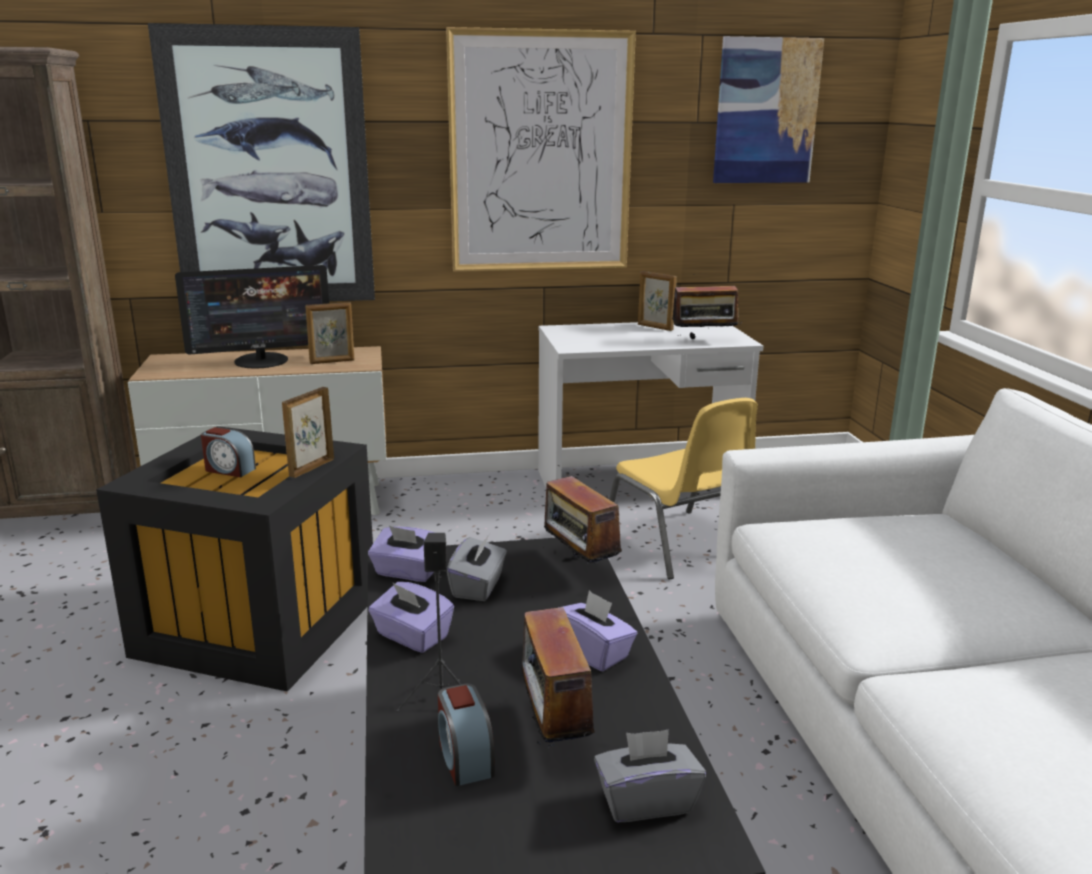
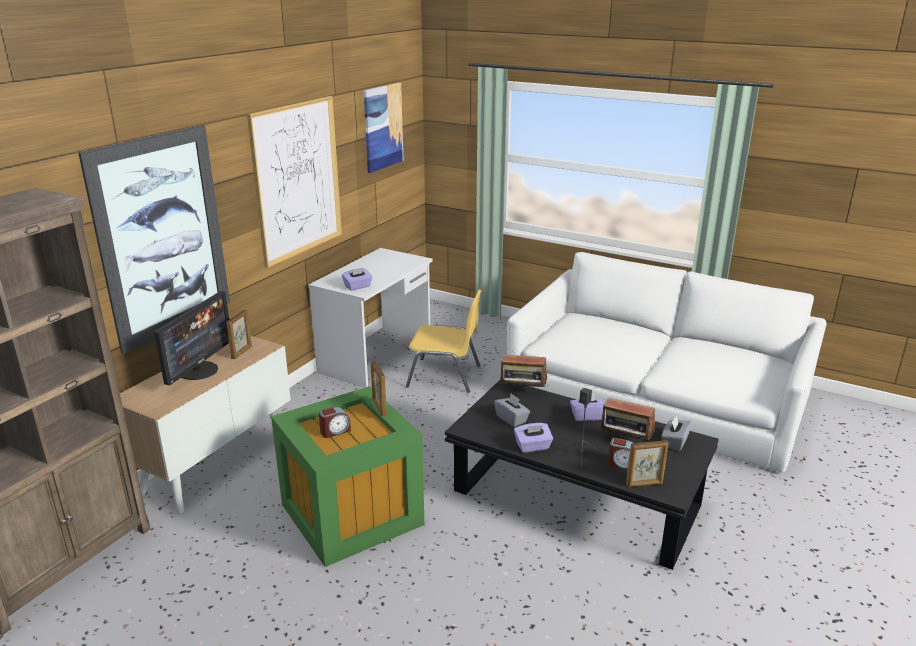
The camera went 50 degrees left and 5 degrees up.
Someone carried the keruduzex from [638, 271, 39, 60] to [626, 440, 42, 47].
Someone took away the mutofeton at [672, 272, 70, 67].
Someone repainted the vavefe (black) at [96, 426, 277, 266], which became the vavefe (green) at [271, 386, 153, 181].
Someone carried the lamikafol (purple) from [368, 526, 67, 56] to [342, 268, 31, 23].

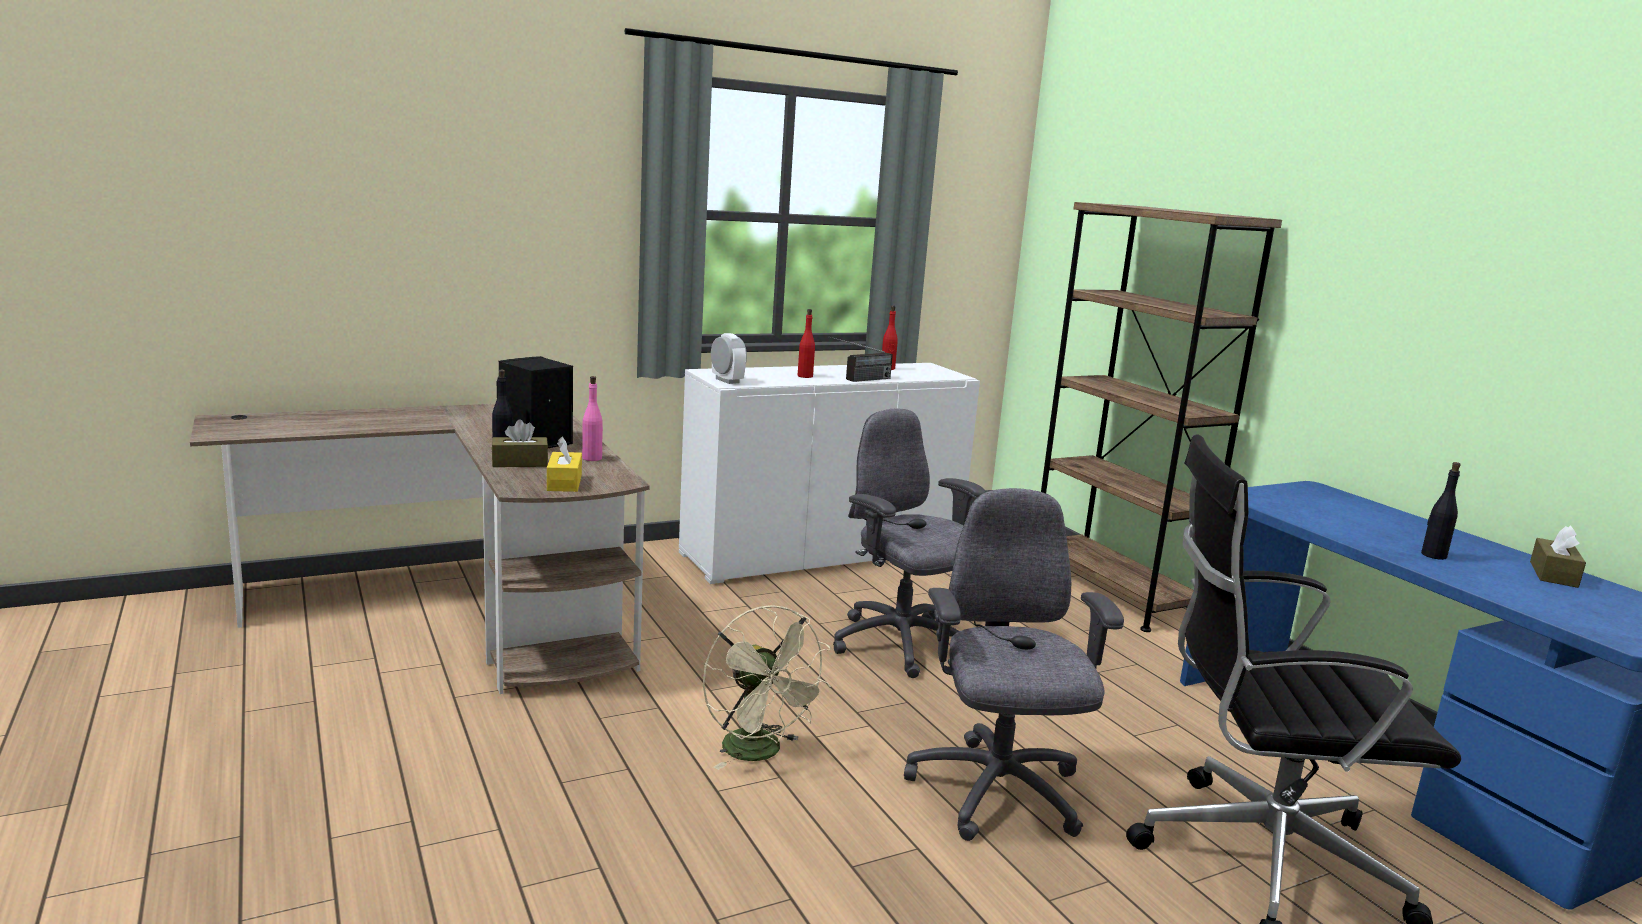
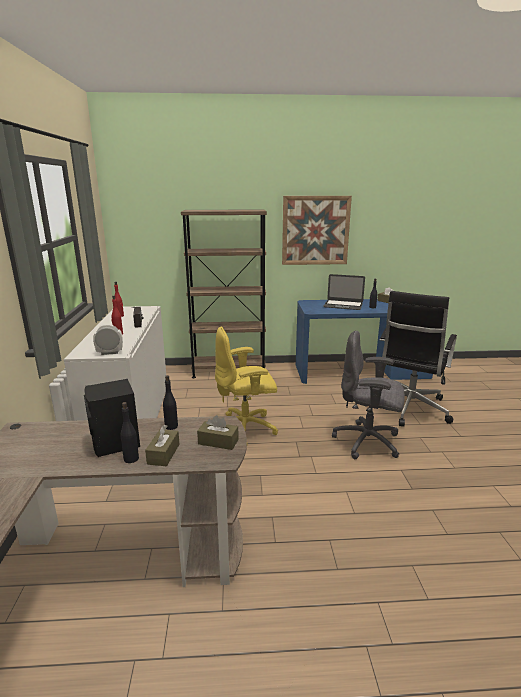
The camera went 65 degrees left and 5 degrees up.
Someone repainted the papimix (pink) at [582, 376, 21, 85], which became the papimix (black) at [163, 375, 15, 55].
Someone repainted the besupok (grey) at [833, 409, 153, 269], which became the besupok (yellow) at [215, 327, 63, 117].
Someone repainted the lamikafol (yellow) at [547, 437, 35, 55], which became the lamikafol (brown) at [197, 415, 42, 35].
Someone took away the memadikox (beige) at [703, 605, 128, 165].
Someone put up the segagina at [282, 196, 70, 69].
Someone put down the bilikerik at [323, 274, 42, 36].

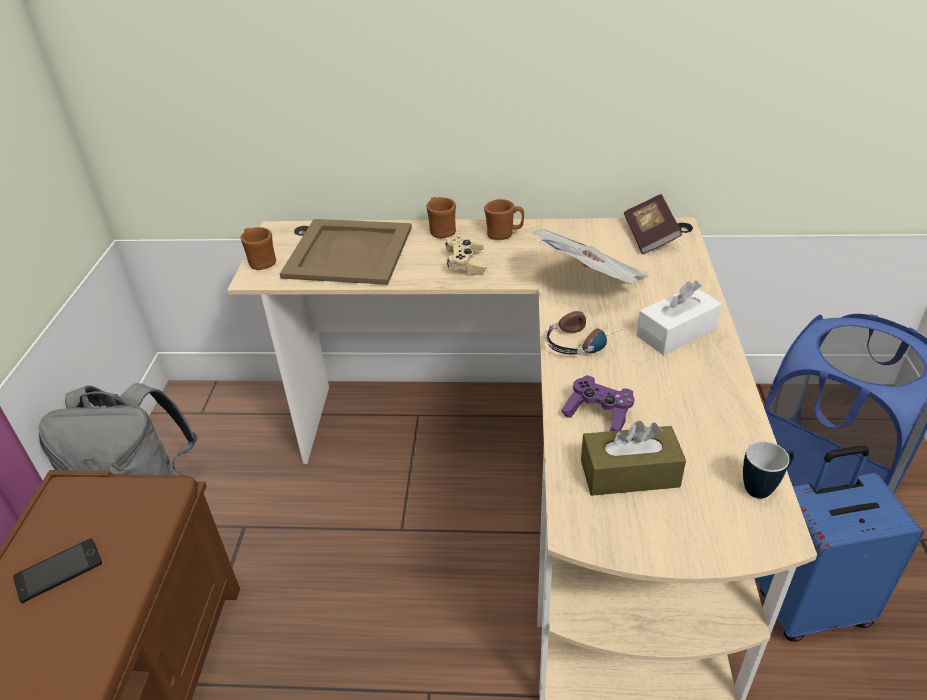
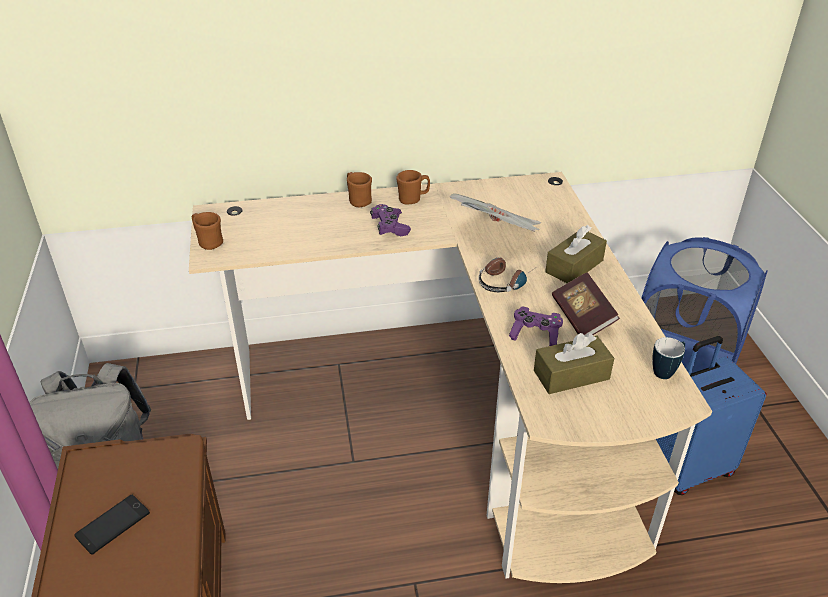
The camera went 15 degrees left and 0 degrees up.
Someone carried the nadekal from [624, 194, 58, 60] to [552, 272, 68, 65].
Someone took away the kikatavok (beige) at [280, 219, 132, 66].
Someone repainted the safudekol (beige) at [445, 236, 42, 39], which became the safudekol (purple) at [370, 204, 41, 32].
Someone repainted the lamikafol (white) at [637, 281, 85, 74], which became the lamikafol (brown) at [545, 225, 62, 58].

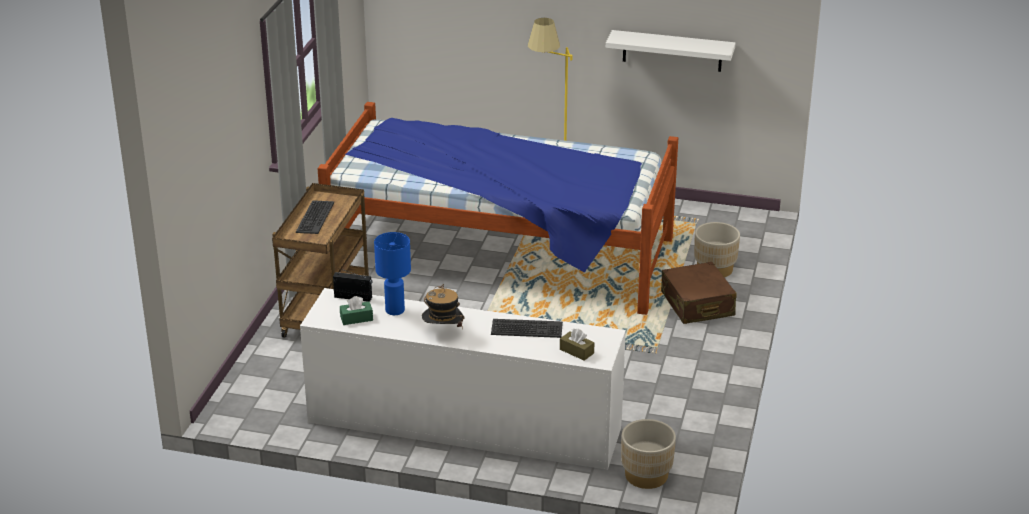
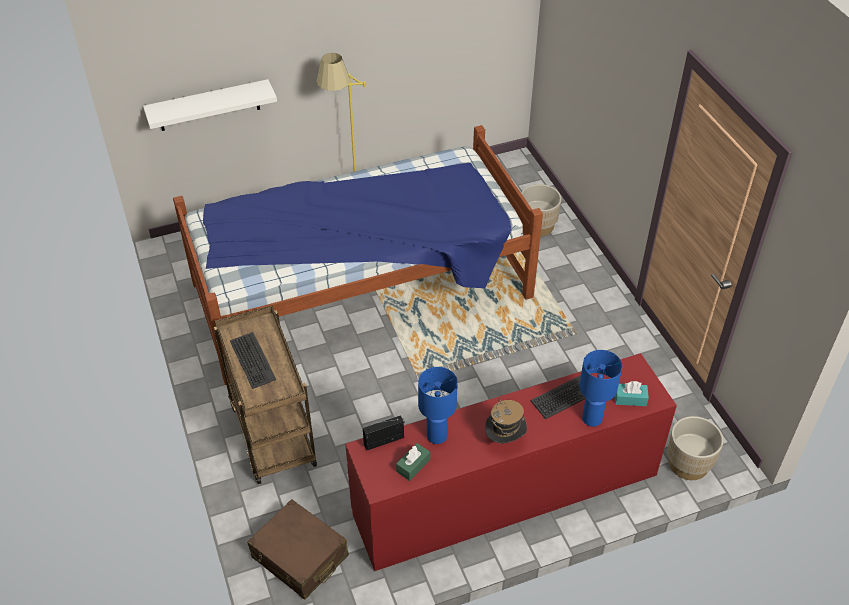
The camera went 35 degrees left and 15 degrees up.
Someone carried the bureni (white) from [606, 30, 129, 42] to [143, 79, 134, 52].
Someone carried the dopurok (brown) from [661, 262, 76, 62] to [247, 499, 102, 101].
Someone repainted the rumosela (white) at [300, 288, 326, 182], which became the rumosela (red) at [345, 353, 332, 218].
Someone repainted the lamikafol (brown) at [560, 328, 34, 33], which became the lamikafol (turquoise) at [615, 381, 34, 25].
Someone put down the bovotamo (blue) at [579, 350, 43, 77].

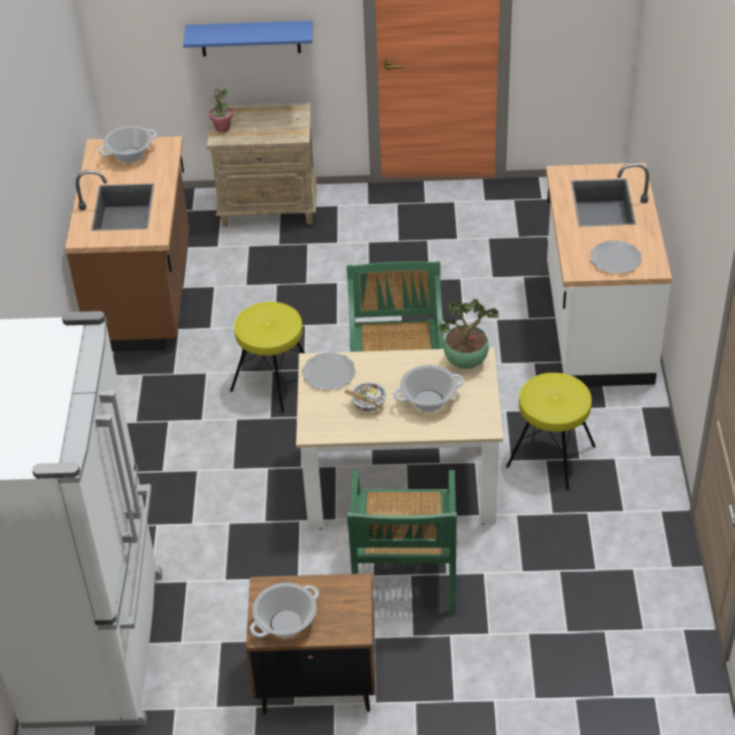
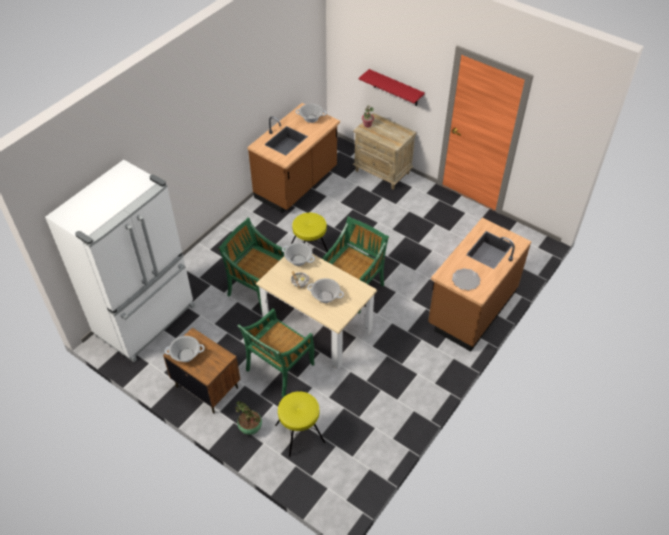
The camera went 35 degrees right and 5 degrees up.
Someone repainted the bureni (blue) at [183, 21, 130, 35], which became the bureni (red) at [359, 69, 66, 37].
Someone repainted the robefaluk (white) at [546, 163, 126, 224], which became the robefaluk (brown) at [428, 218, 104, 134].
Someone carried the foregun from [438, 299, 61, 70] to [235, 401, 27, 34].
Someone swapped the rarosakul at [302, 352, 54, 38] for the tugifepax at [282, 242, 33, 24].
Someone carried the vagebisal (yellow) from [506, 373, 90, 118] to [275, 391, 51, 66].
Someone put down the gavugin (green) at [218, 217, 67, 95].

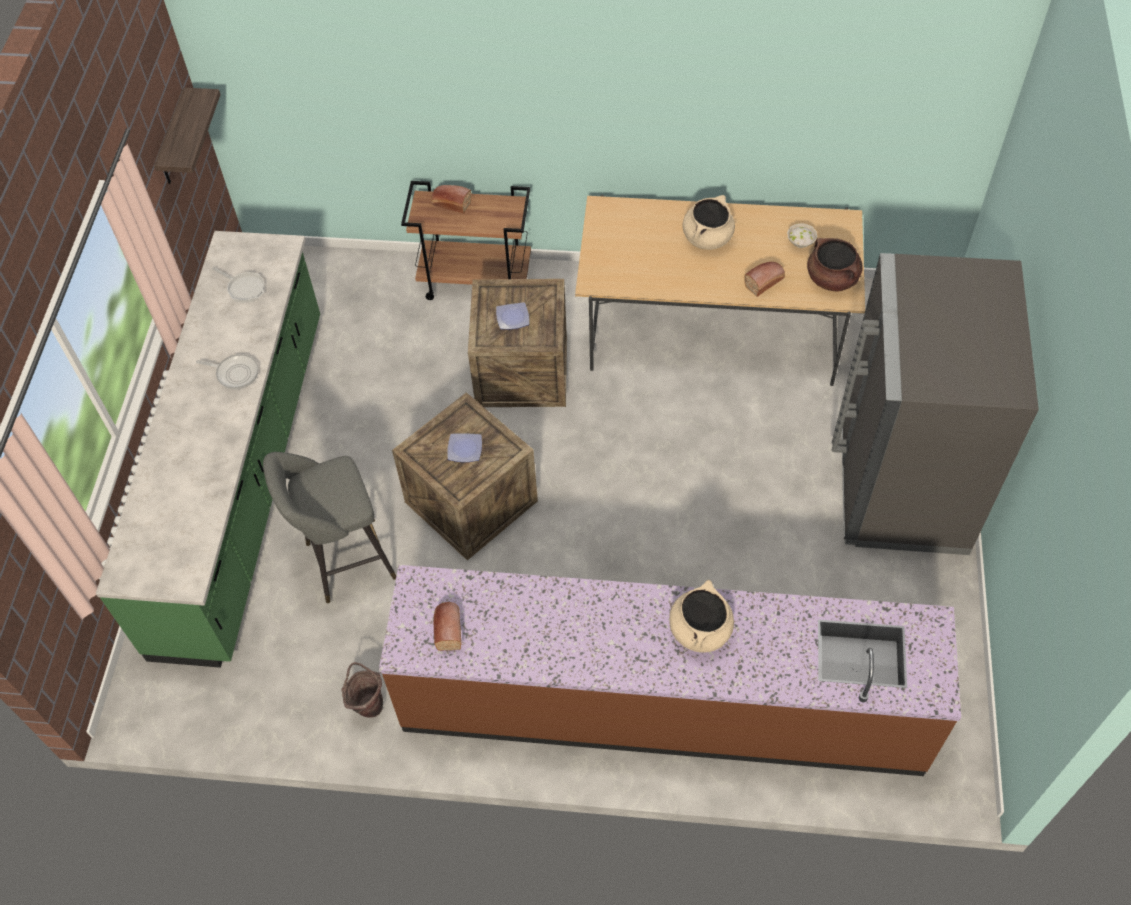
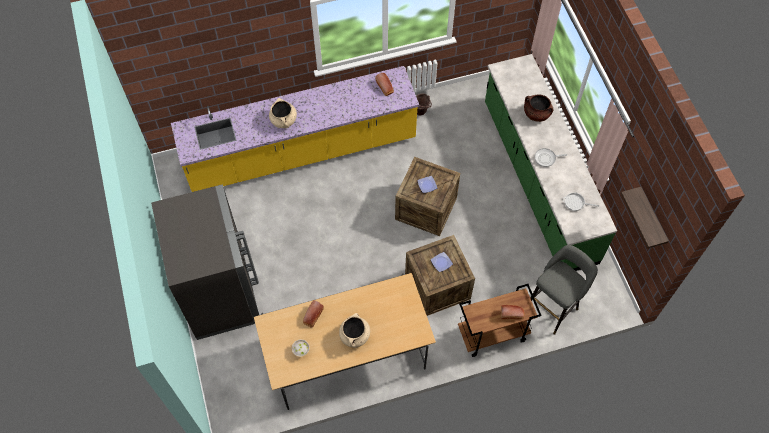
The camera went 155 degrees right and 5 degrees up.
Someone carried the tugifepax (brown) from [807, 238, 56, 54] to [524, 94, 29, 28].
Someone carried the vagebisal (grey) from [263, 452, 133, 151] to [531, 245, 67, 90].
Someone repainted the robefaluk (brown) at [379, 565, 582, 211], which became the robefaluk (yellow) at [171, 66, 248, 126].

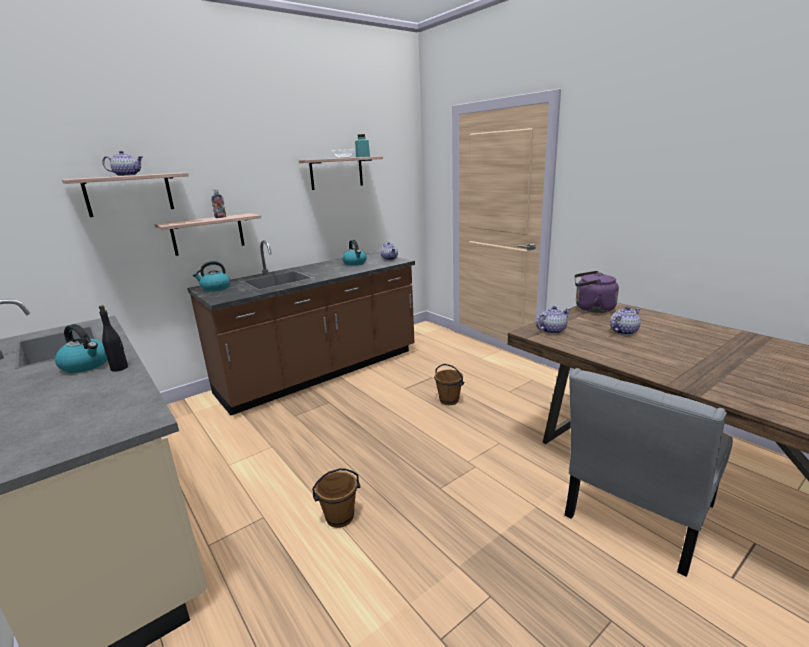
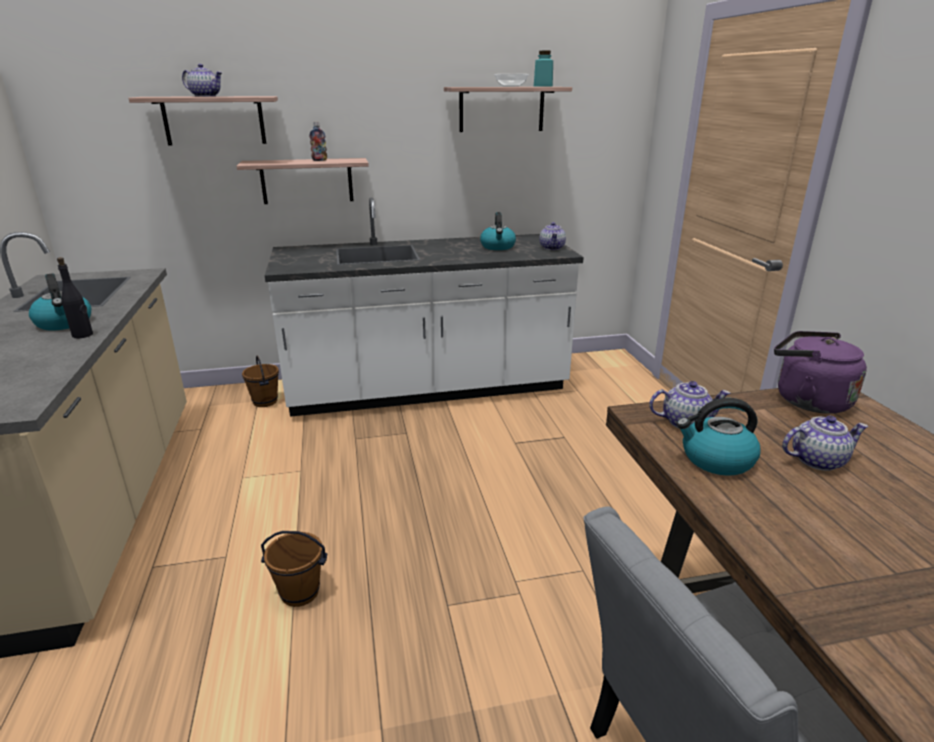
The camera went 25 degrees right and 5 degrees up.
Someone repainted the robefaluk (brown) at [187, 240, 228, 176], which became the robefaluk (white) at [265, 198, 319, 219].
Someone carried the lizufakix from [193, 261, 37, 30] to [677, 398, 83, 78].
Someone carried the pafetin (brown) from [434, 364, 30, 41] to [242, 356, 37, 51].

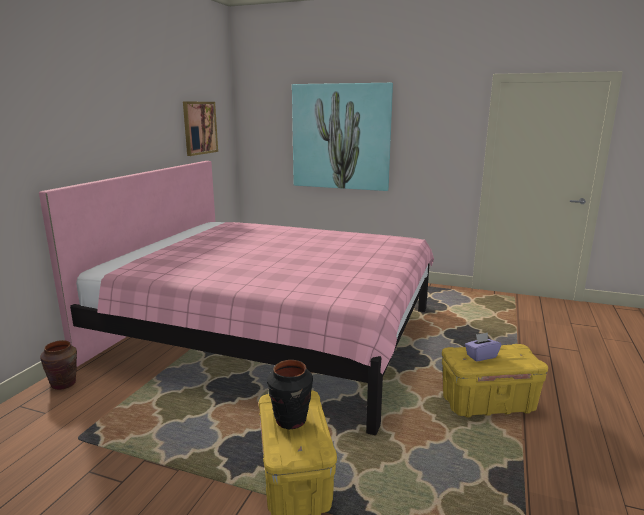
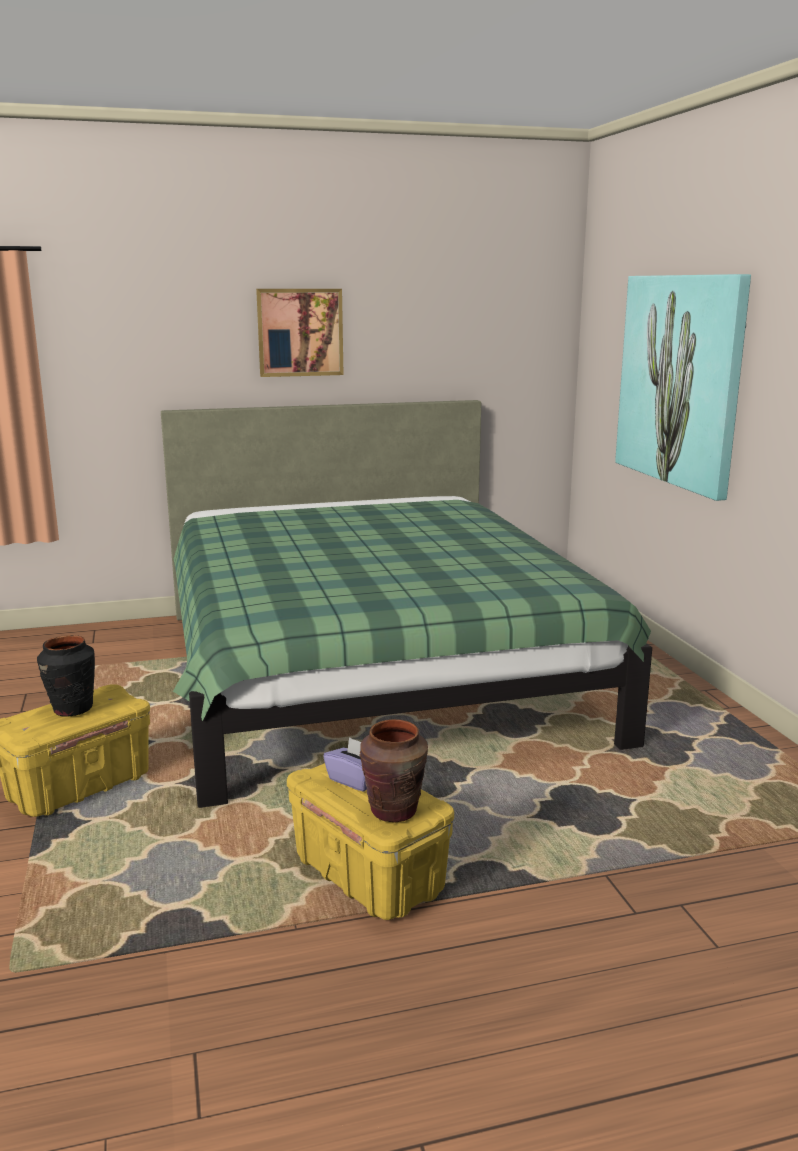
The camera went 55 degrees right and 0 degrees up.
Someone carried the segagina from [183, 101, 35, 55] to [256, 289, 88, 88].
Someone repainted the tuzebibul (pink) at [39, 161, 395, 274], which became the tuzebibul (green) at [161, 400, 491, 408].
Someone carried the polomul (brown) from [40, 340, 37, 50] to [359, 719, 69, 103].

